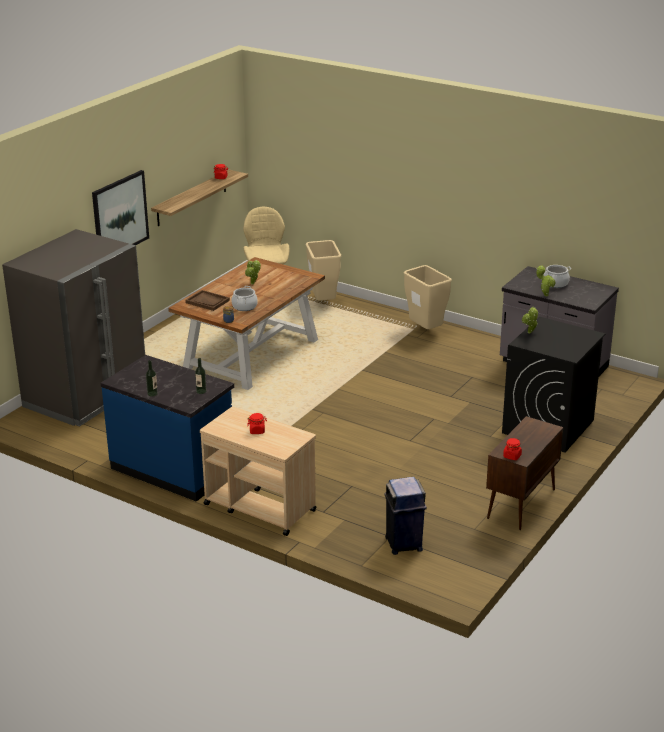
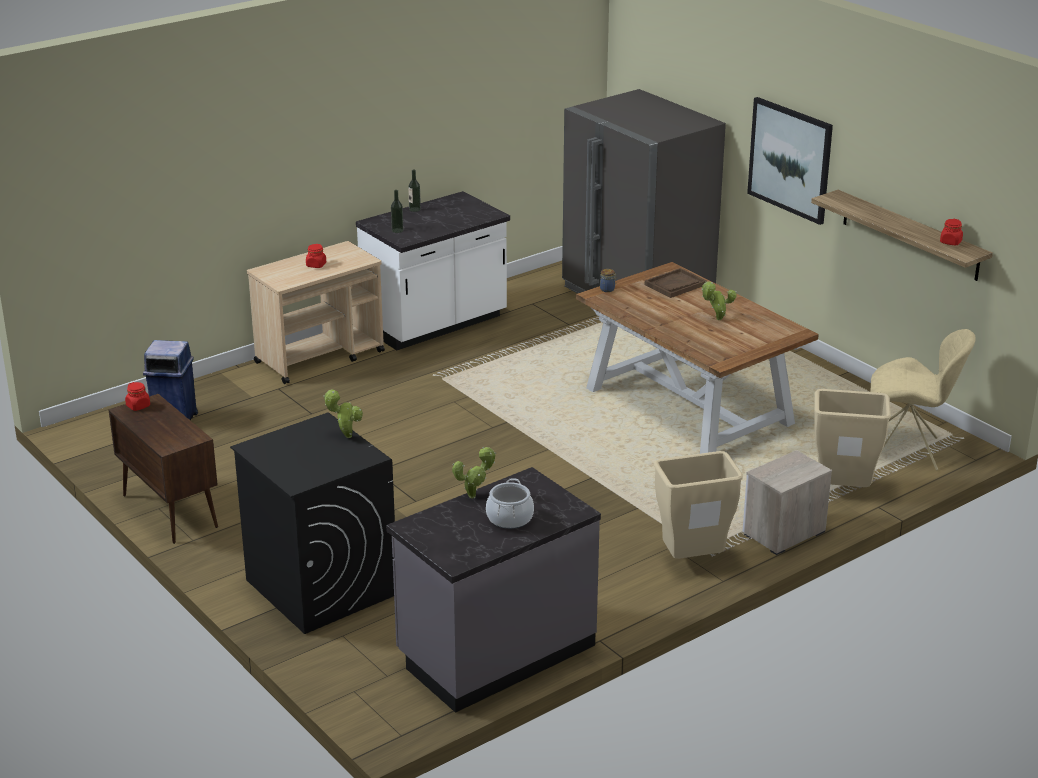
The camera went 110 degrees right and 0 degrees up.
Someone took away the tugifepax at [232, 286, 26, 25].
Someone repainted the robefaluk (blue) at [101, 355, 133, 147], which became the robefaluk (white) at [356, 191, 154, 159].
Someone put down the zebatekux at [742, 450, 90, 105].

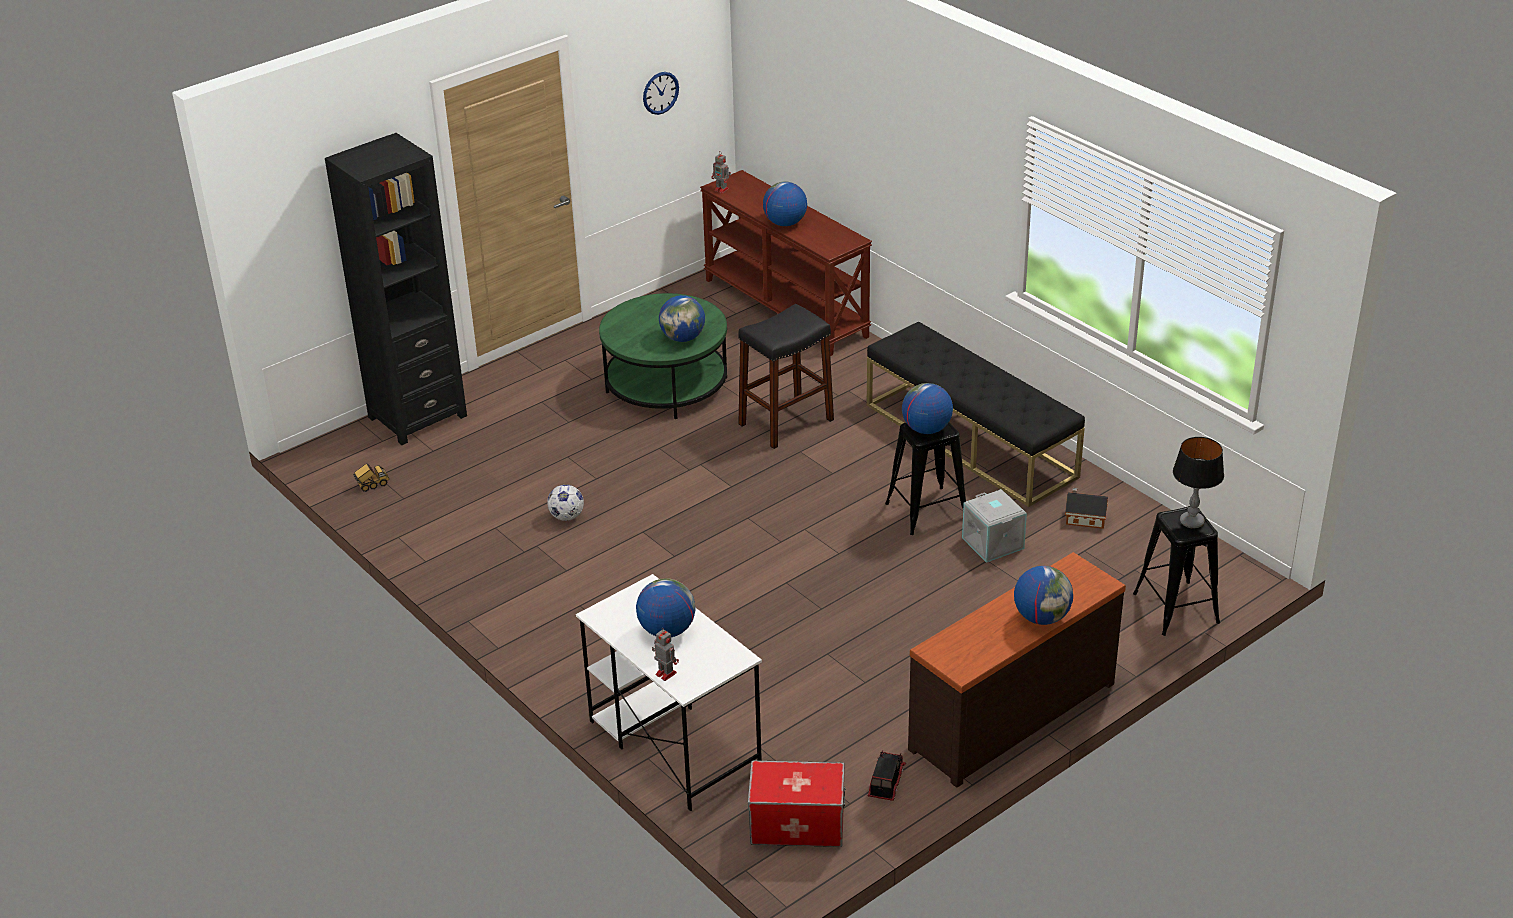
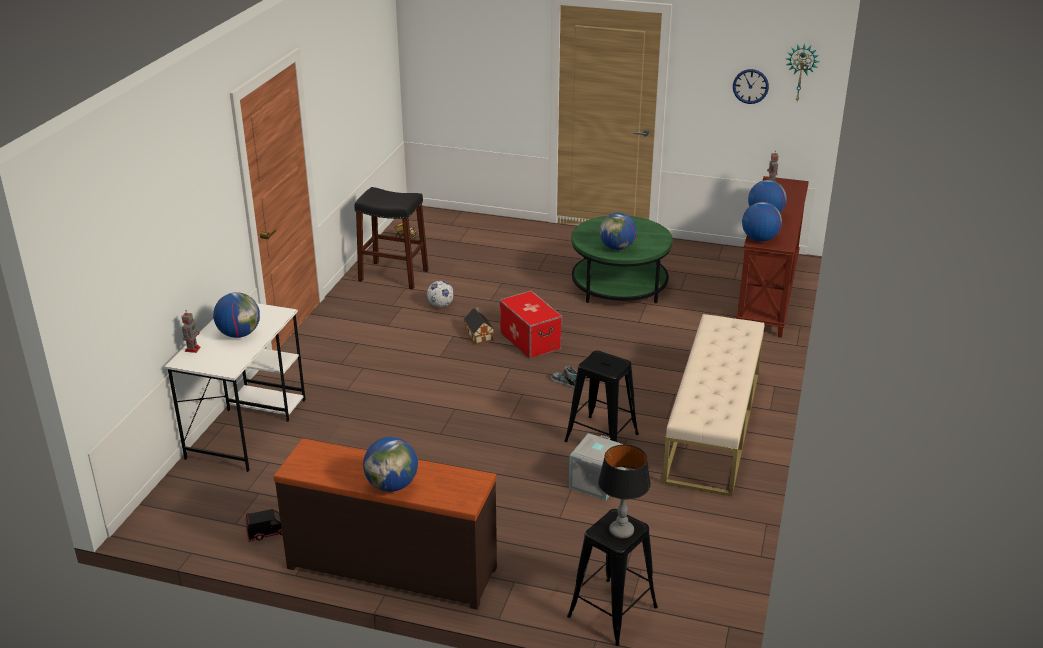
The camera went 55 degrees right and 5 degrees down.
Someone took away the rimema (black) at [325, 133, 142, 312].
Someone carried the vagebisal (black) from [738, 304, 96, 145] to [354, 187, 75, 103].
Someone repainted the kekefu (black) at [867, 321, 218, 186], which became the kekefu (beige) at [662, 314, 102, 183].
Someone carried the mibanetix from [902, 383, 51, 51] to [742, 202, 40, 40].
Someone carried the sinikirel from [1065, 488, 43, 41] to [463, 307, 32, 37].
Someone carried the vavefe from [748, 760, 98, 87] to [500, 291, 63, 68].
Someone put up the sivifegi at [786, 44, 33, 57].
Someone put down the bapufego at [551, 366, 26, 23].

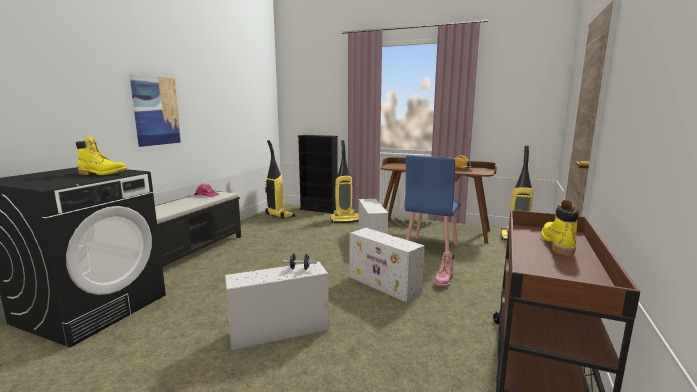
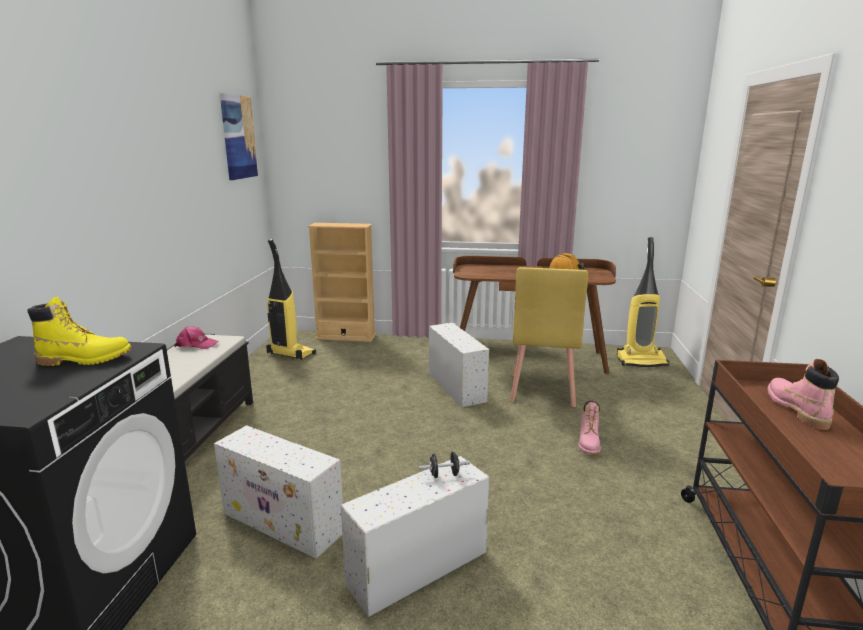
The camera went 15 degrees left and 5 degrees up.
Someone carried the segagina from [129, 74, 52, 73] to [220, 93, 38, 87].
Someone repainted the rimema (black) at [297, 135, 41, 78], which became the rimema (beige) at [308, 223, 68, 119].
Someone took away the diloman at [330, 140, 29, 83].
Someone repainted the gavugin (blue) at [405, 155, 56, 96], which became the gavugin (yellow) at [510, 267, 78, 140].
Someone repainted the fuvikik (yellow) at [541, 200, 38, 56], which became the fuvikik (pink) at [767, 359, 72, 71].
Someone carried the vavefe (white) from [350, 228, 75, 75] to [214, 425, 129, 134].

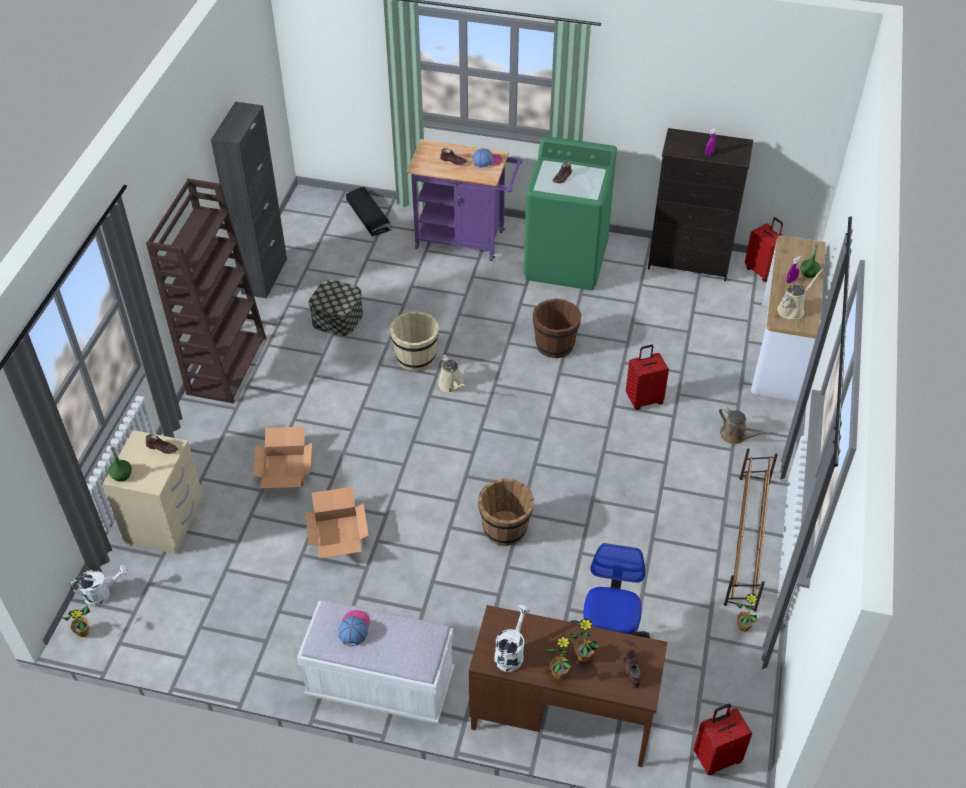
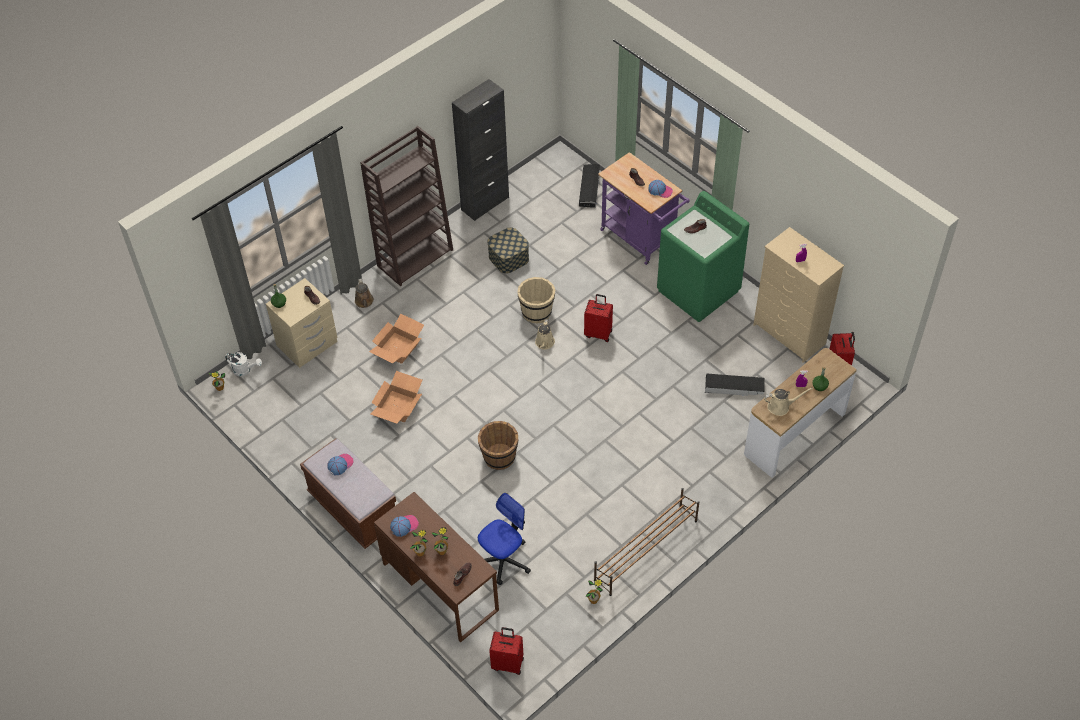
The camera went 35 degrees right and 5 degrees up.
Someone repainted the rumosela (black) at [648, 128, 105, 154], which became the rumosela (beige) at [753, 227, 91, 136].
Someone took away the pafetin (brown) at [533, 299, 49, 59].
Someone carried the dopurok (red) from [626, 345, 43, 65] to [584, 294, 29, 48].
Someone carried the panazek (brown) from [719, 407, 51, 37] to [355, 278, 19, 30].
Someone repainted the kekefu (white) at [297, 600, 157, 124], which became the kekefu (brown) at [300, 438, 96, 111].
Someone swapped the panazek (white) at [495, 605, 35, 67] for the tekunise at [390, 515, 29, 22].
Someone put down the vavefe (black) at [705, 373, 60, 23].

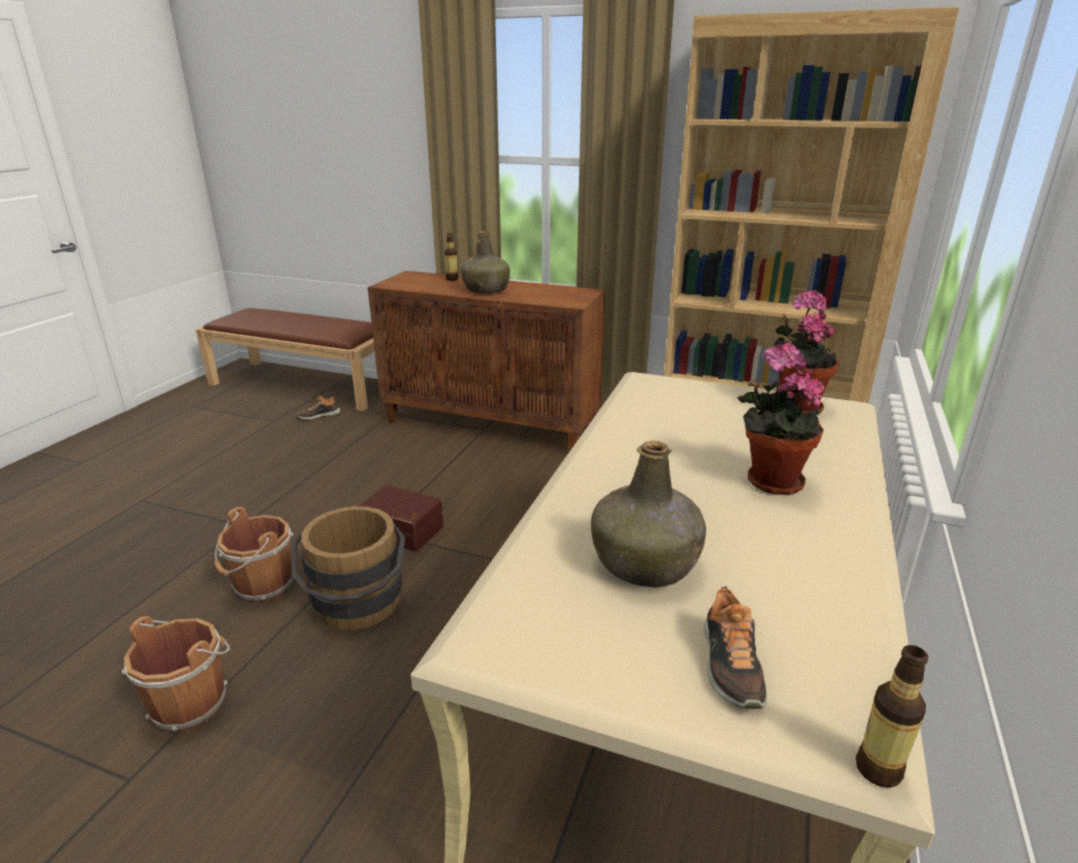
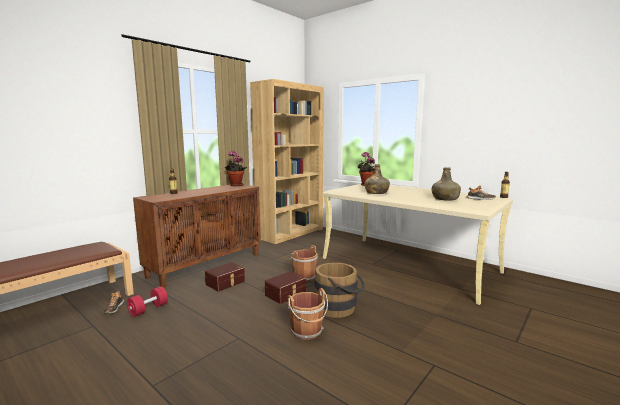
The camera went 70 degrees left and 15 degrees down.
Someone carried the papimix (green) from [461, 231, 49, 63] to [364, 164, 26, 30].
Someone carried the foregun from [737, 342, 88, 153] to [225, 151, 22, 35].
Someone carried the pafetin (brown) from [122, 616, 108, 116] to [289, 245, 29, 36].
Someone put down the vavefe (brown) at [205, 262, 40, 30].
Someone put down the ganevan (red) at [127, 286, 41, 31].

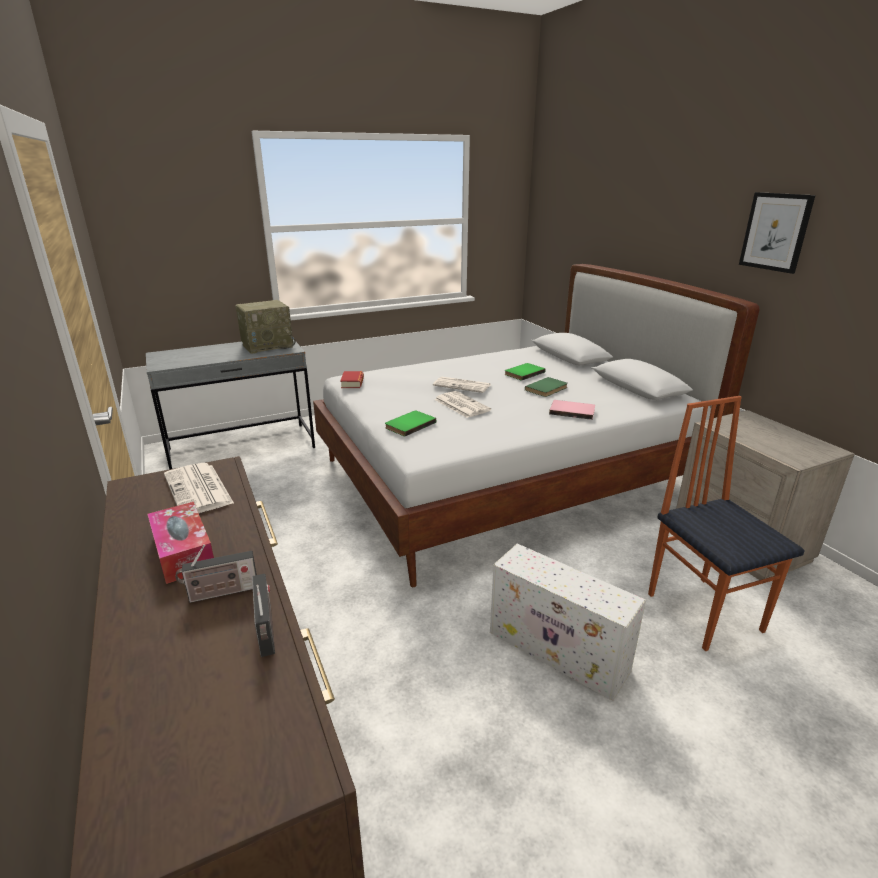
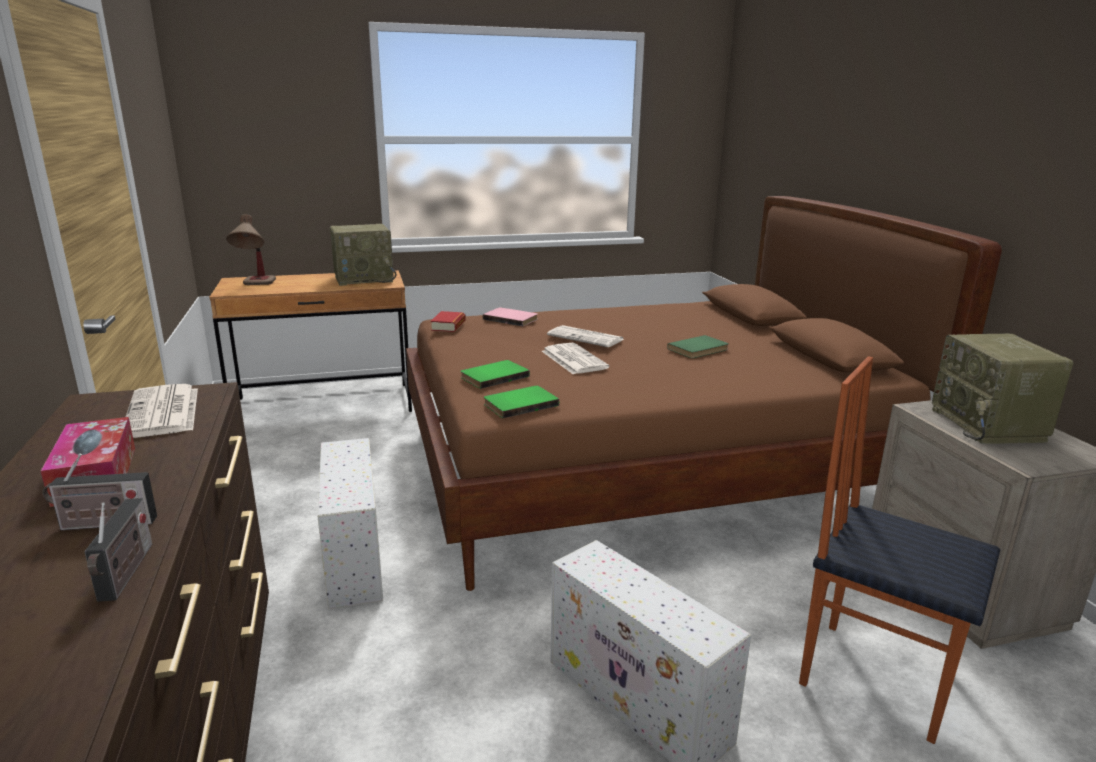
The camera went 10 degrees right and 5 degrees down.
Someone took away the segagina at [739, 192, 76, 82].
Someone repainted the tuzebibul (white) at [313, 264, 447, 323], which became the tuzebibul (brown) at [406, 196, 596, 395].
Someone repainted the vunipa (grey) at [146, 339, 169, 130], which became the vunipa (brown) at [209, 270, 203, 142].
Someone carried the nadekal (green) from [504, 363, 42, 18] to [484, 386, 75, 32].
Someone rotated the gavugin at [648, 396, 157, 255] by 45 degrees counterclockwise.
Someone carried the nadekal (pink) from [549, 400, 46, 20] to [483, 307, 55, 19].
Someone put down the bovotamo at [226, 214, 50, 71].
Someone put down the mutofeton at [932, 334, 142, 110].
Someone put down the vavefe (white) at [318, 438, 65, 171].

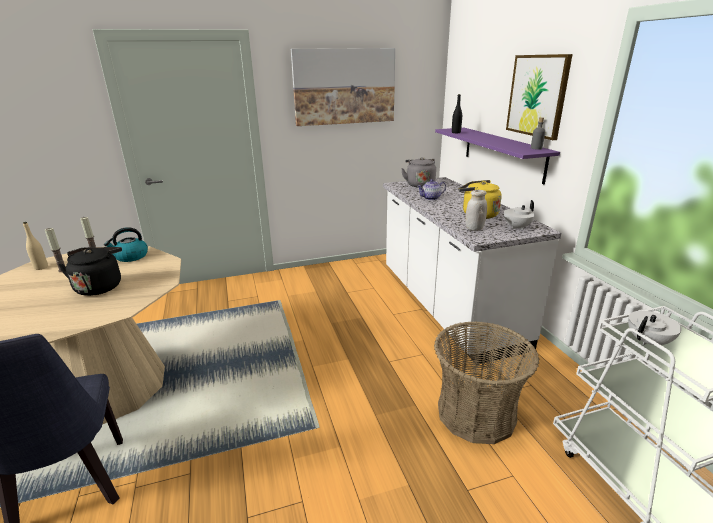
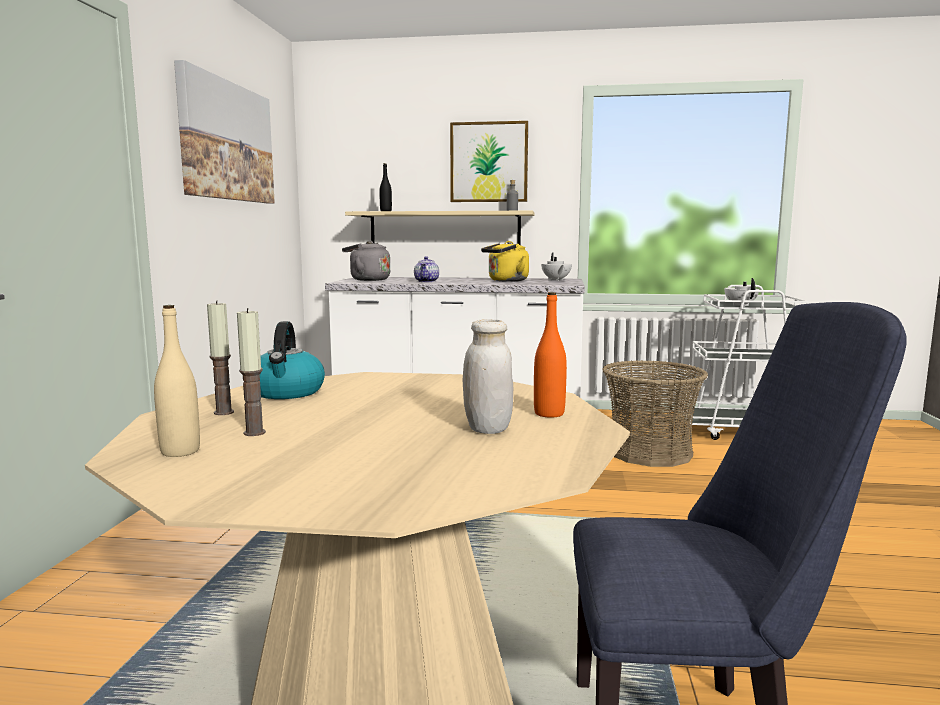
The camera went 65 degrees left and 15 degrees down.
Someone repainted the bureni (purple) at [435, 128, 125, 57], which became the bureni (beige) at [345, 211, 189, 34].
Someone carried the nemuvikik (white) from [465, 190, 22, 41] to [463, 319, 50, 115].
Someone took away the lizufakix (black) at [58, 247, 64, 49].
Someone put down the papimix (orange) at [534, 292, 33, 126].

